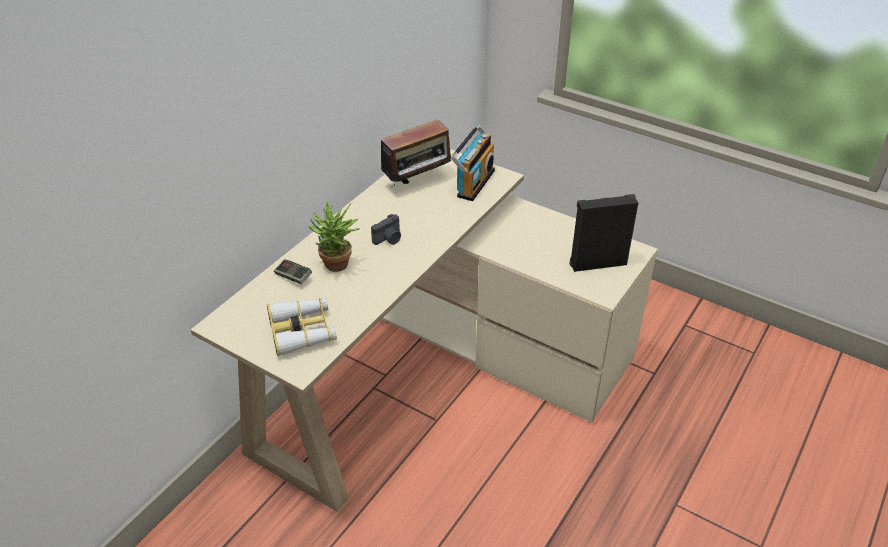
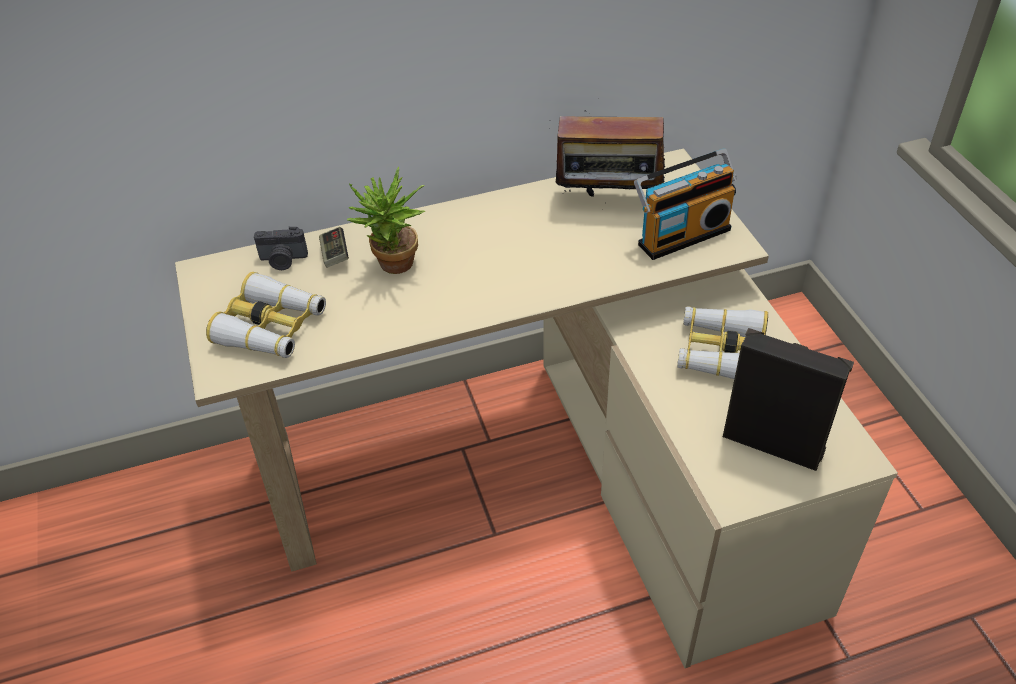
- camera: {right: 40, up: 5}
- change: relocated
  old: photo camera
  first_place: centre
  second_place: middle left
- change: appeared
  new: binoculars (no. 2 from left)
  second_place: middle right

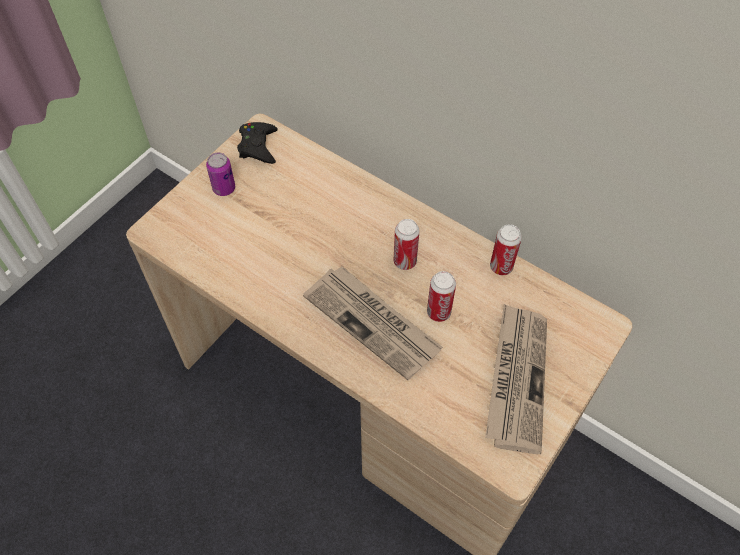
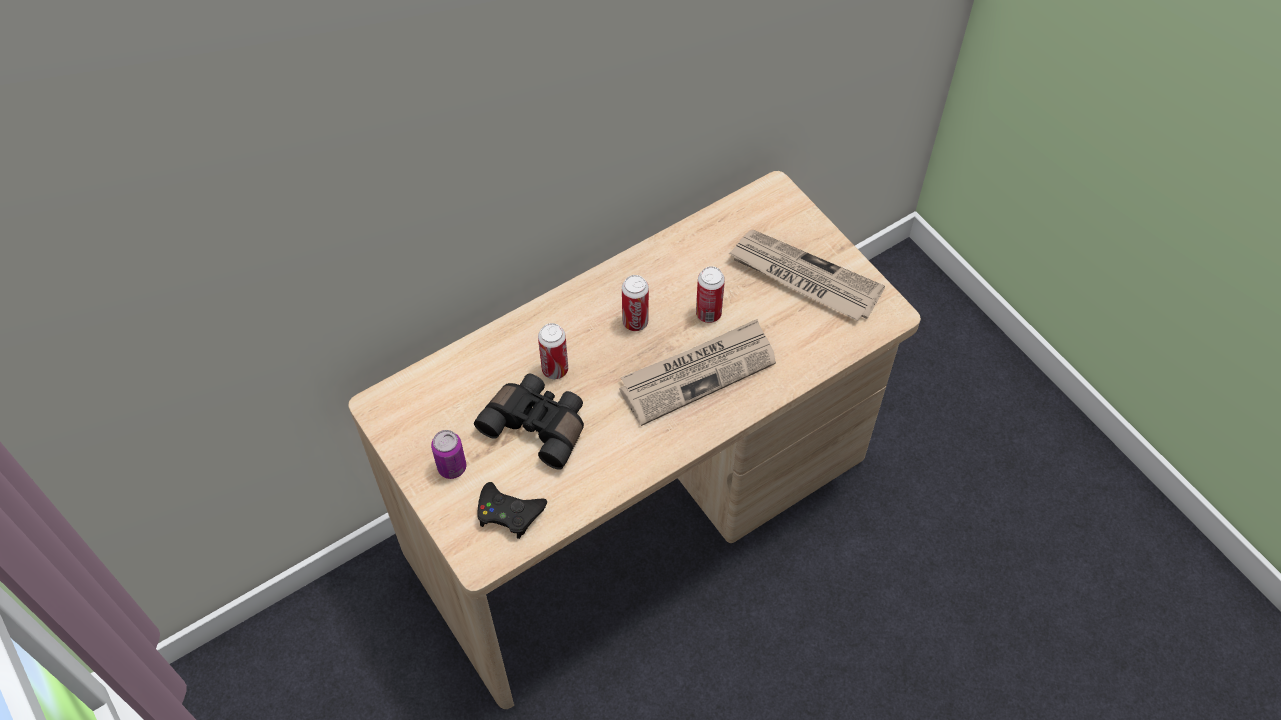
- camera: {right: -70, up: 0}
- change: appeared
  new: black binoculars
  second_place: centre
- change: relocated
  old: black game controller
  first_place: top centre
  second_place: bottom centre
- change: relocated
  old: can (no. 4 from left in the first image)
  new: can (no. 2 from left)
  first_place: middle right
  second_place: centre

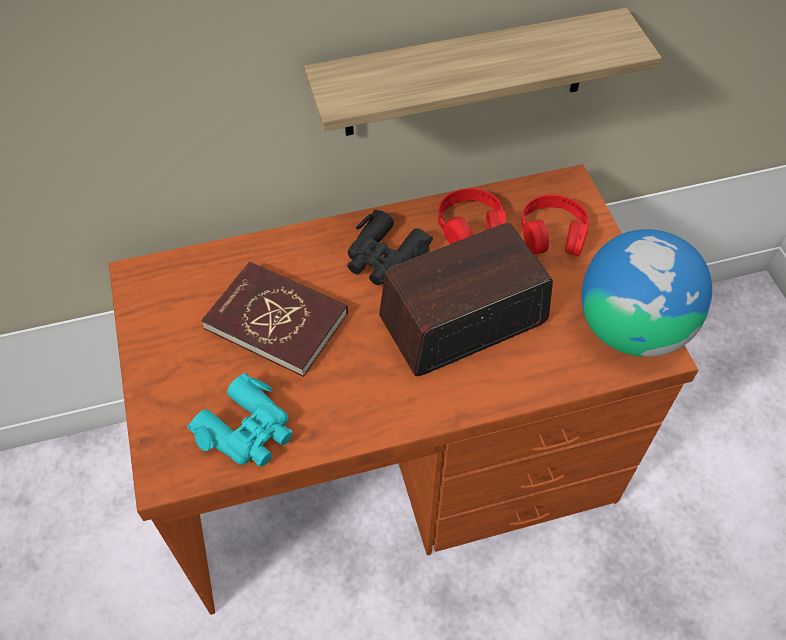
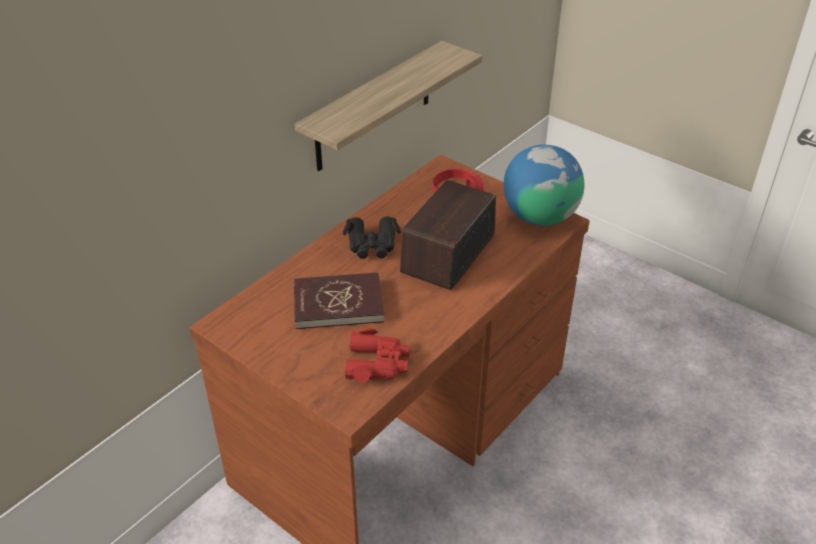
- camera: {right: -35, up: -15}
- change: colour
  old: turquoise binoculars
  new: red binoculars
  first_place: middle left
  second_place: centre
- change: missing
  old: red headphones (no. 1 from left)
  first_place: centre

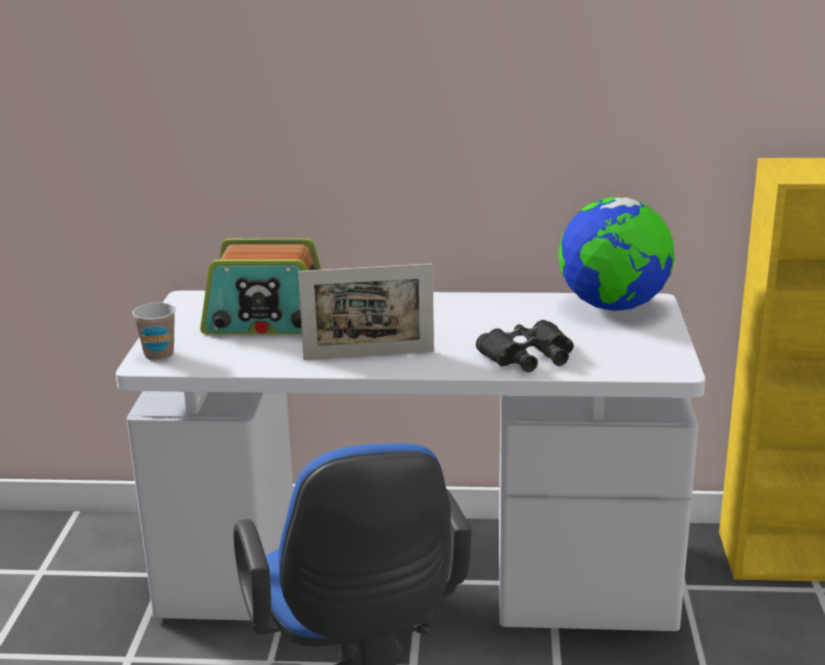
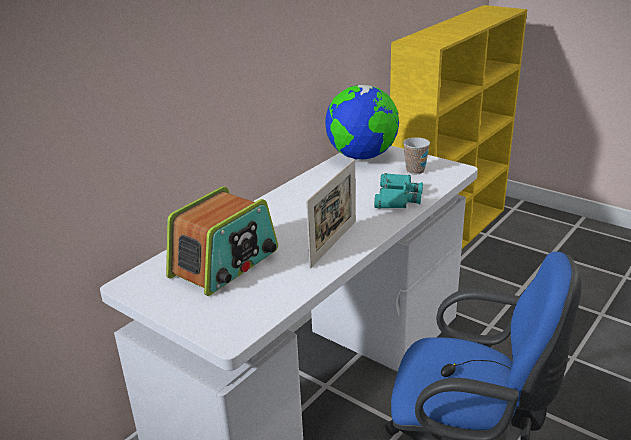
- camera: {right: -55, up: 5}
- change: colour
  old: black binoculars
  new: turquoise binoculars
  first_place: centre
  second_place: centre
- change: relocated
  old: cup
  first_place: middle left
  second_place: centre

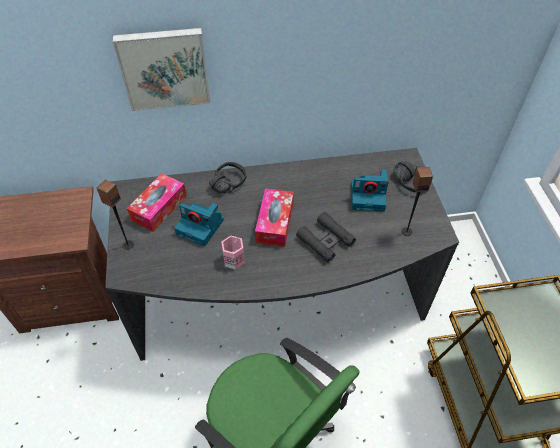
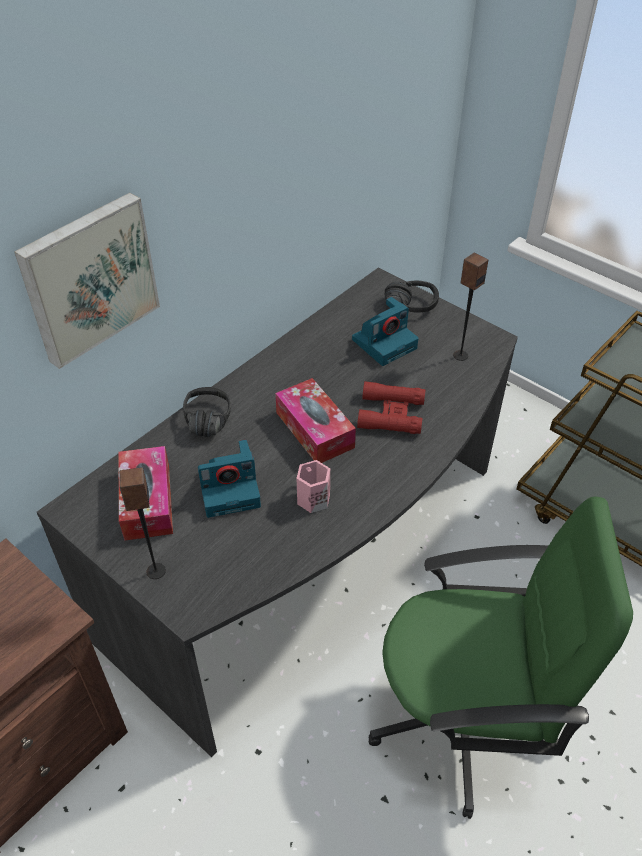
- camera: {right: -40, up: -5}
- change: colour
  old: black binoculars
  new: red binoculars
  first_place: centre
  second_place: centre

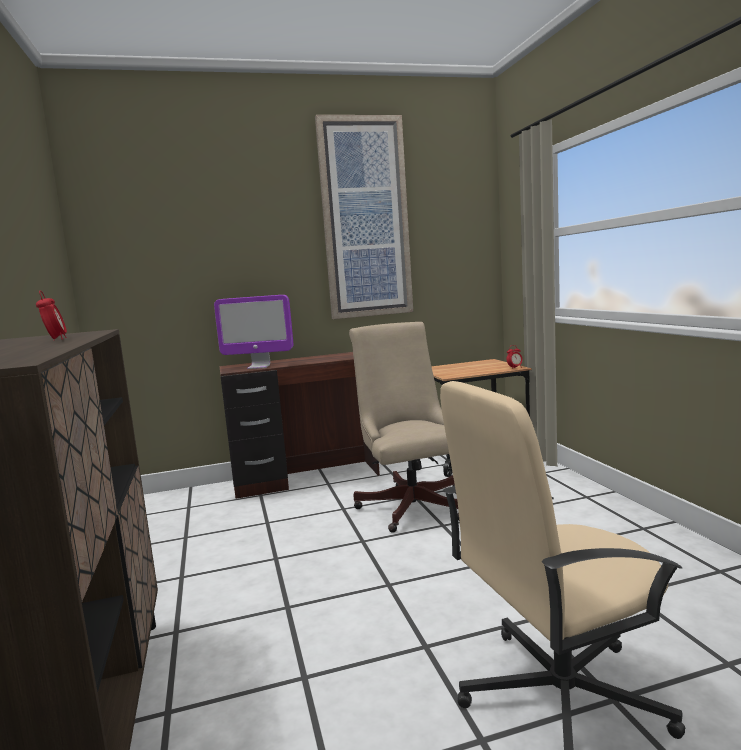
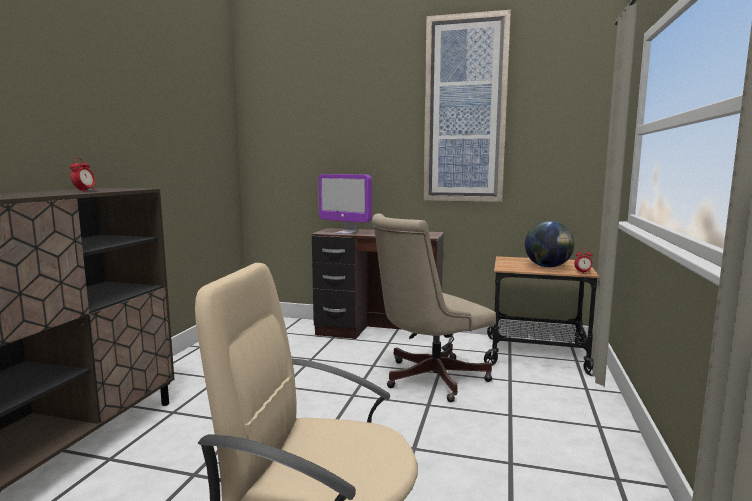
- camera: {right: 30, up: 0}
- change: spun
  old: beige office chair (no. 1 from left in the first image)
  first_place: centre
  second_place: centre
  degrees: -135
- change: appeared
  new: globe
  second_place: middle right

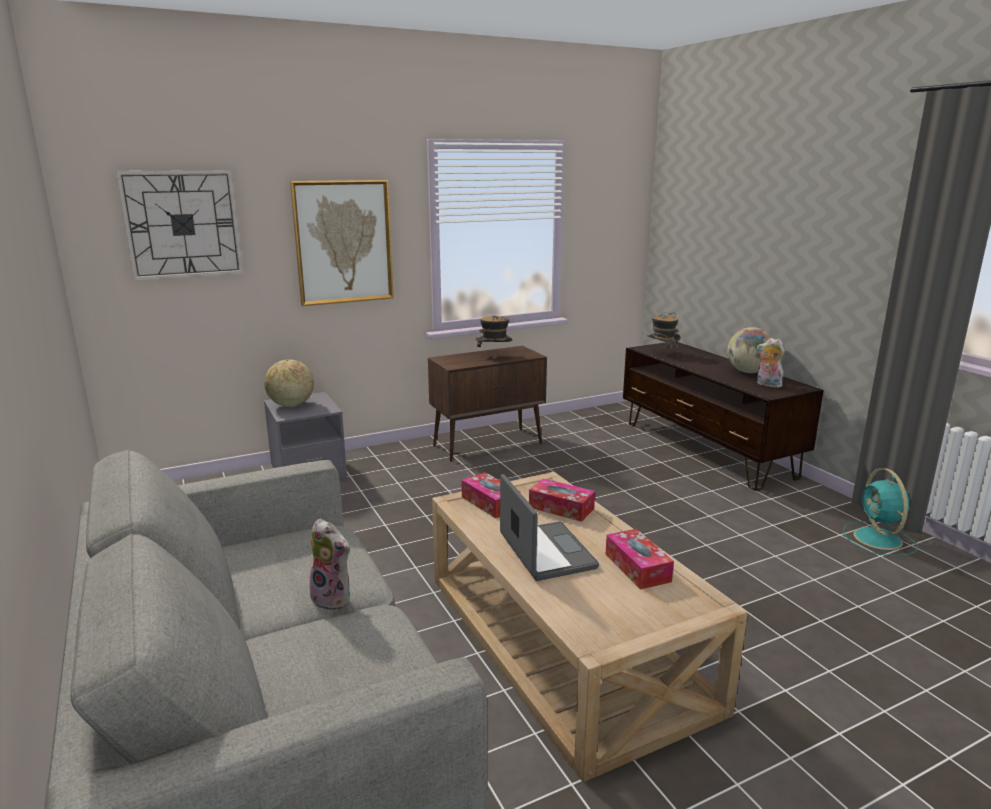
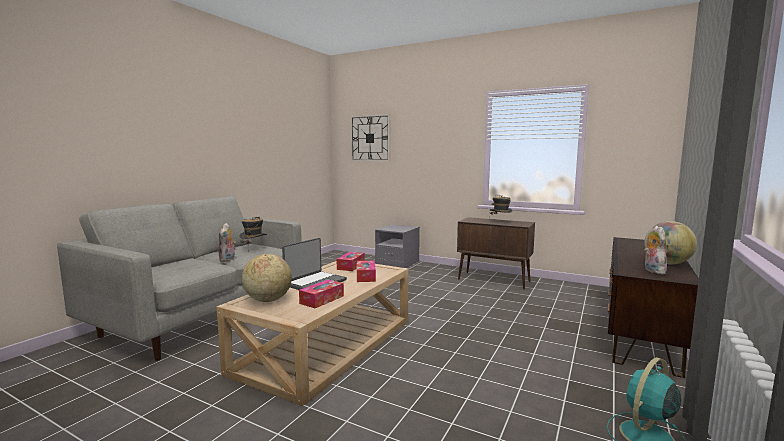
- camera: {right: 55, up: -10}
- change: relocated
  old: hat (no. 2 from left in the first image)
  new: hat (no. 1 from left)
  first_place: middle right
  second_place: middle left
- change: relocated
  old: globe (no. 1 from left)
  first_place: middle left
  second_place: centre
- change: missing
  old: picture
  first_place: top centre

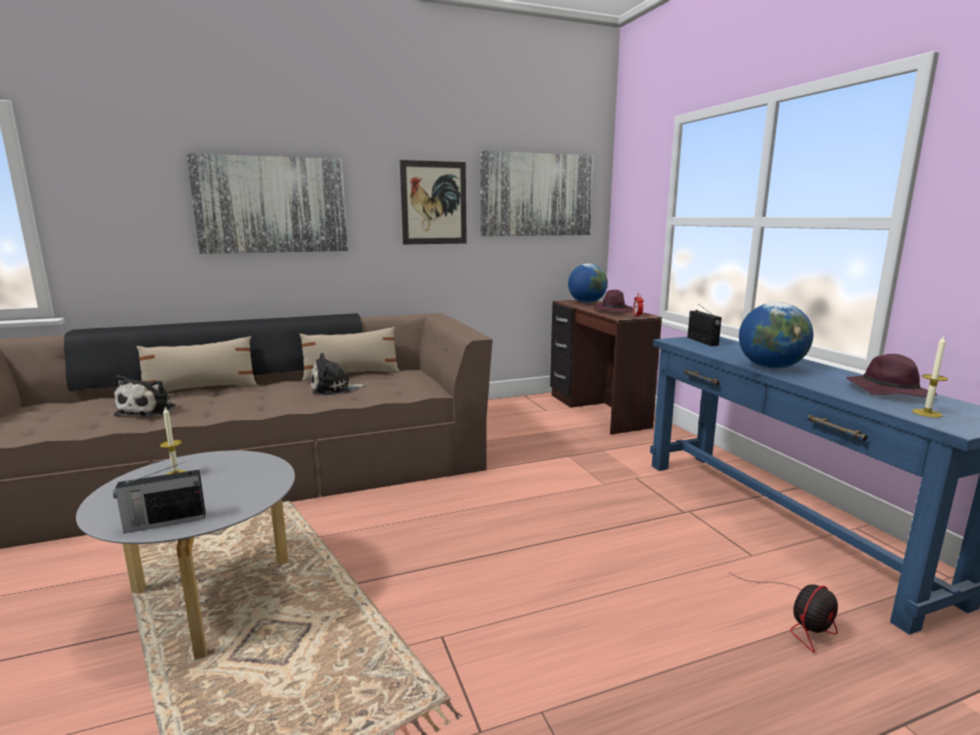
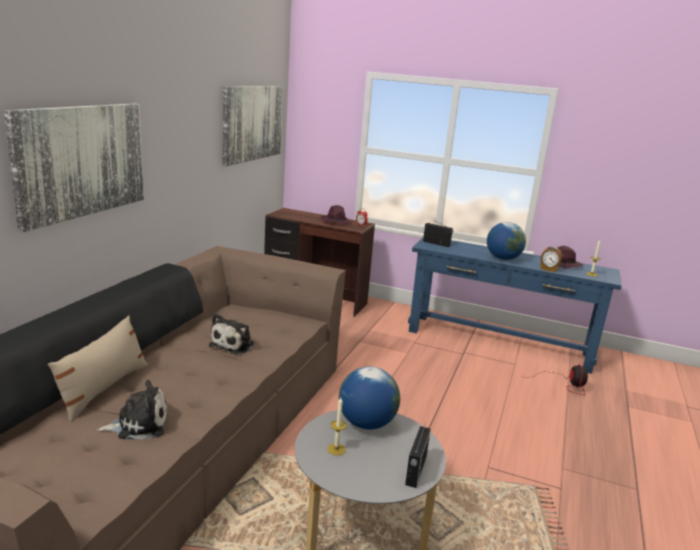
- camera: {right: -50, up: 5}
- change: spun
  old: plush toy (no. 1 from left)
  first_place: middle left
  second_place: bottom left
  degrees: -60
- change: relocated
  old: globe (no. 1 from left)
  first_place: centre
  second_place: bottom centre
- change: appeared
  new: alarm clock (no. 2 from left)
  second_place: middle right
- change: missing
  old: beige pillow (no. 2 from left)
  first_place: centre
- change: missing
  old: picture (no. 2 from left)
  first_place: top centre

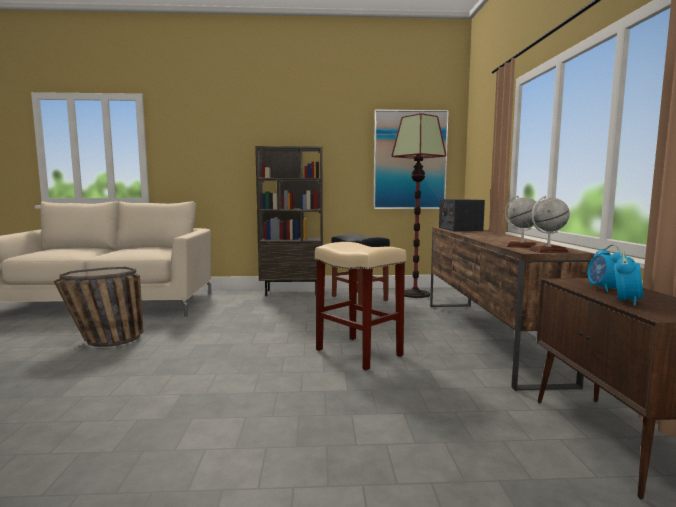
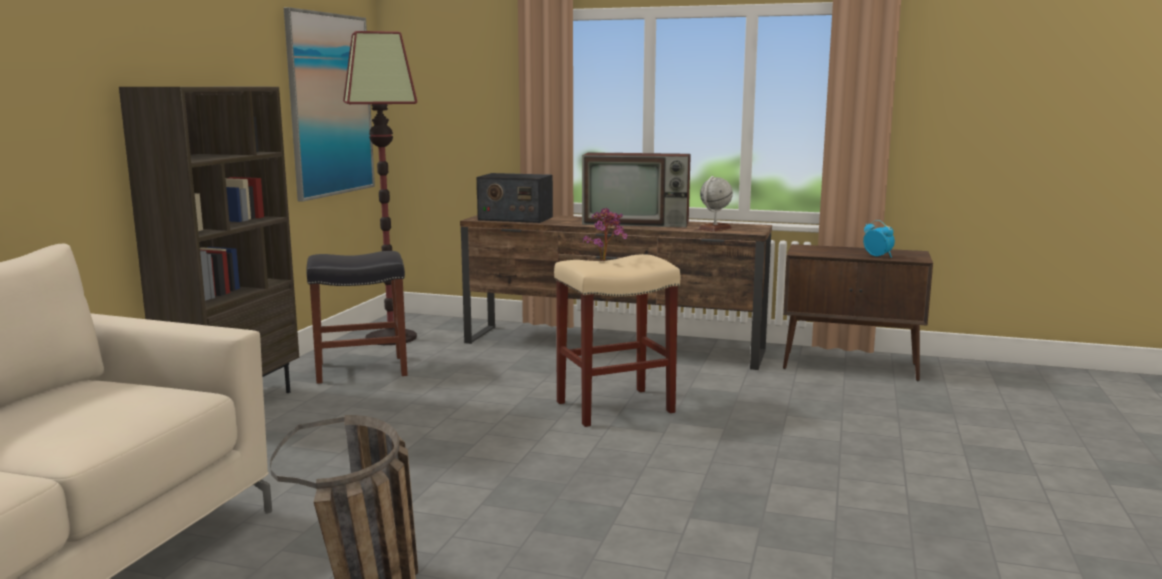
- camera: {right: -70, up: 5}
- change: appeared
  new: television
  second_place: top centre
- change: appeared
  new: potted plant
  second_place: centre
- change: missing
  old: globe (no. 2 from left)
  first_place: middle right
- change: missing
  old: alarm clock (no. 1 from left)
  first_place: middle right

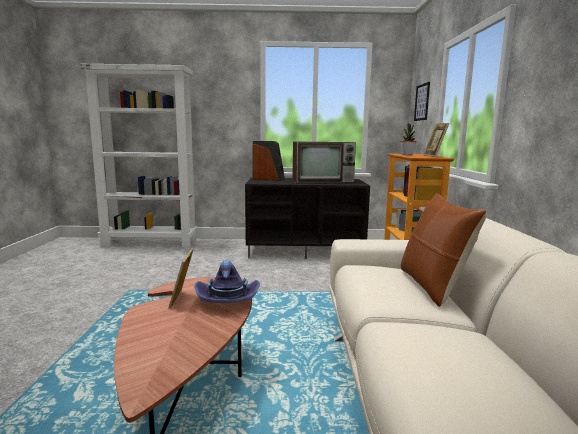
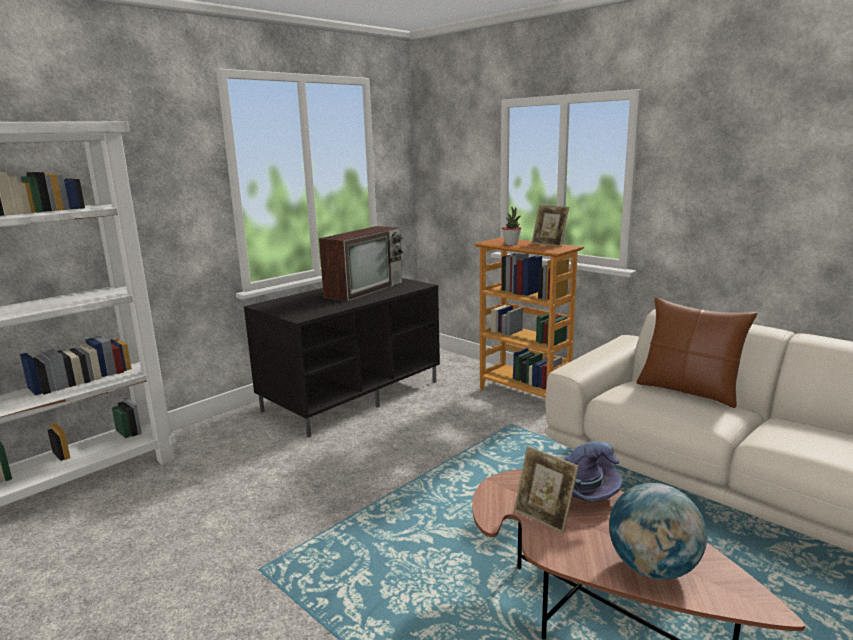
- camera: {right: -45, up: 5}
- change: appeared
  new: globe
  second_place: bottom right
- change: missing
  old: speaker
  first_place: centre
- change: missing
  old: picture
  first_place: top right

